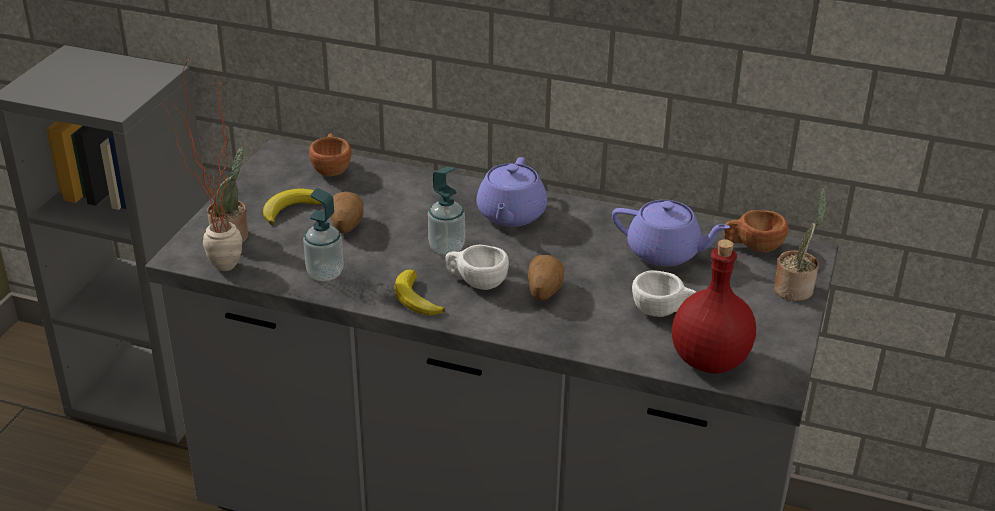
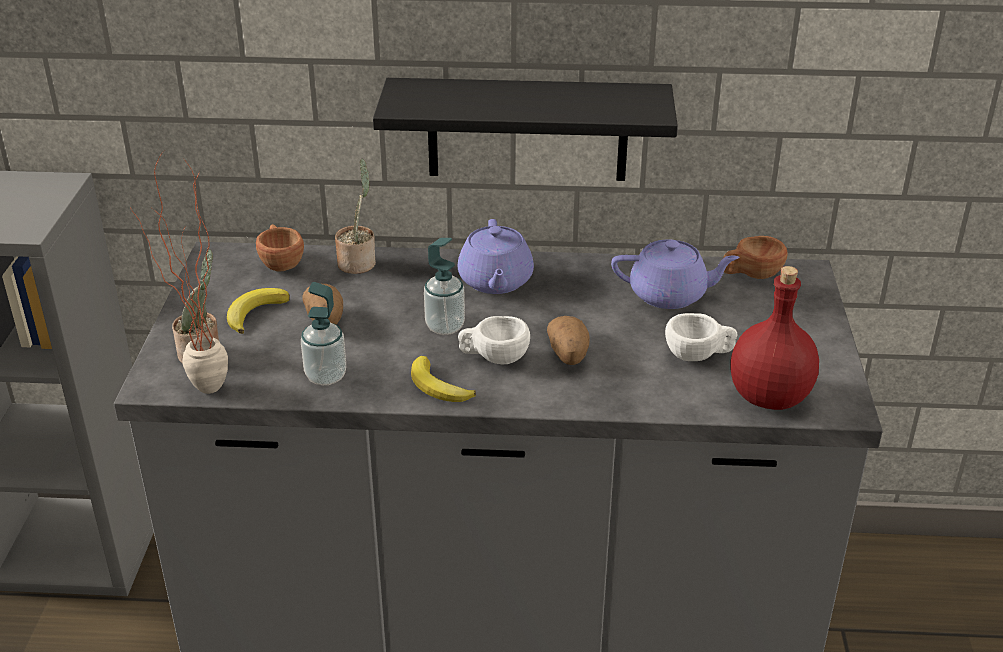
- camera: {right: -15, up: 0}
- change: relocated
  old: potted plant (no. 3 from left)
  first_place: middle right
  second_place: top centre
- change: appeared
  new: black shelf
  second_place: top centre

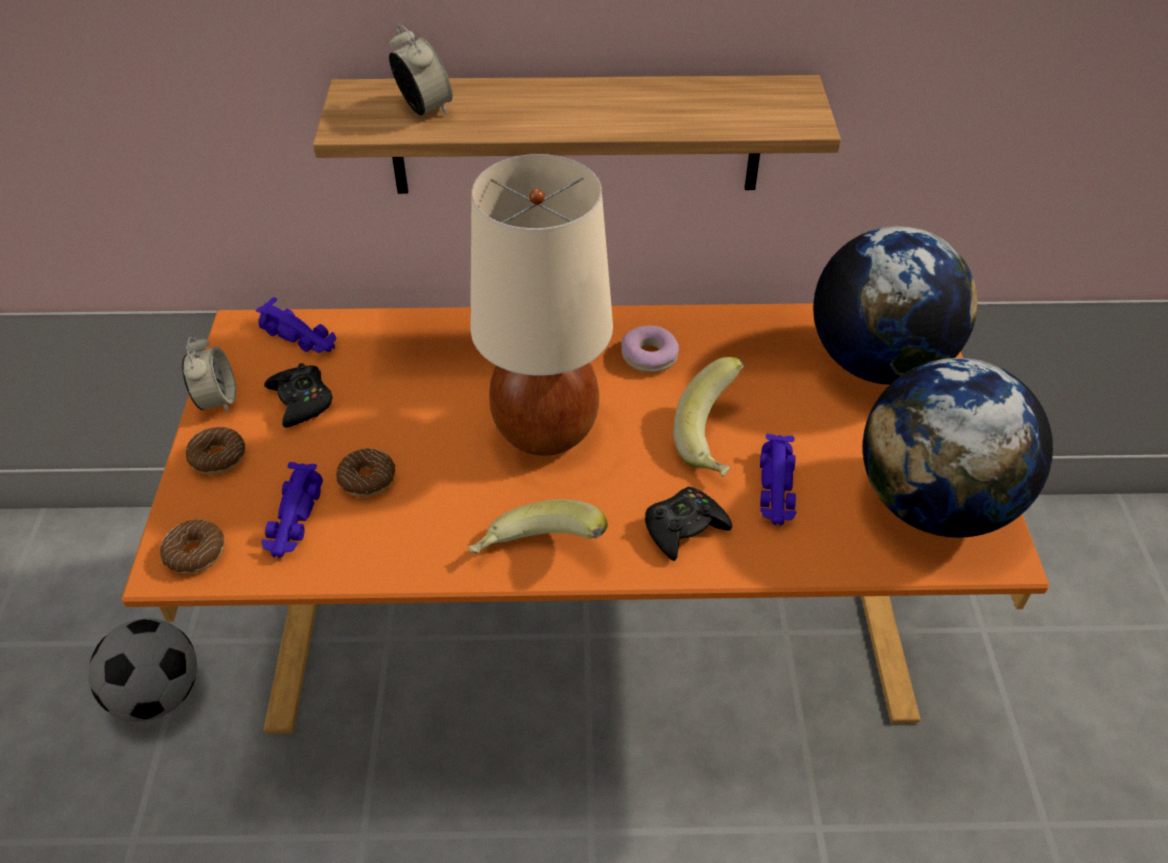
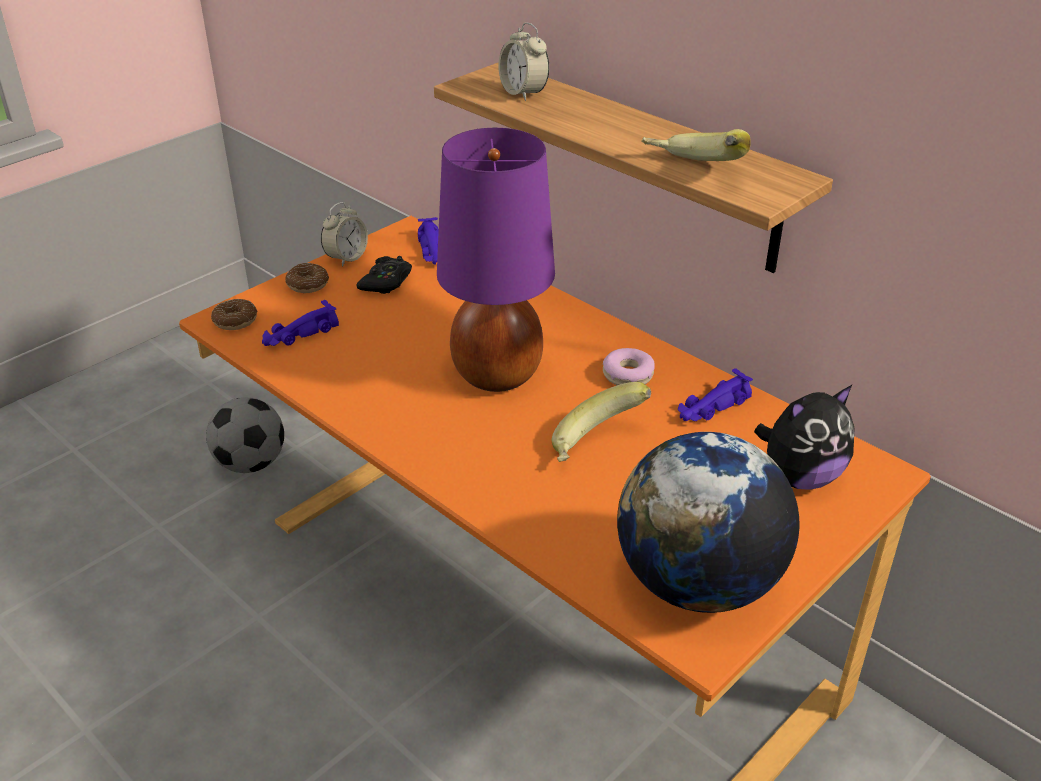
- camera: {right: 45, up: -10}
- change: colour
  old: beige table lamp
  new: purple table lamp
  first_place: centre
  second_place: top centre
- change: spun
  old: alarm clock (no. 2 from left)
  first_place: top centre
  second_place: top centre
  degrees: 135
- change: relocated
  old: banana (no. 1 from left in the first image)
  new: banana (no. 2 from left)
  first_place: centre
  second_place: top right
- change: relocated
  old: purple toy car (no. 3 from left)
  first_place: centre
  second_place: middle right
- change: exchanged
  old: globe (no. 1 from left)
  new: plush toy
  first_place: middle right
  second_place: middle right
- change: missing
  old: donut (no. 3 from left)
  first_place: middle left
- change: missing
  old: black game controller (no. 2 from left)
  first_place: centre

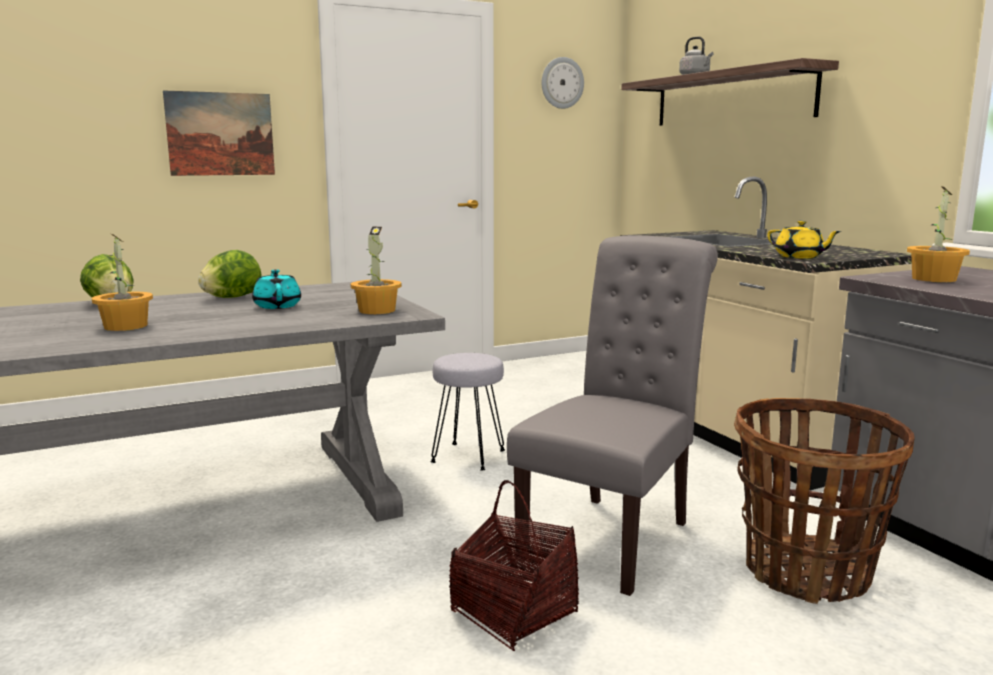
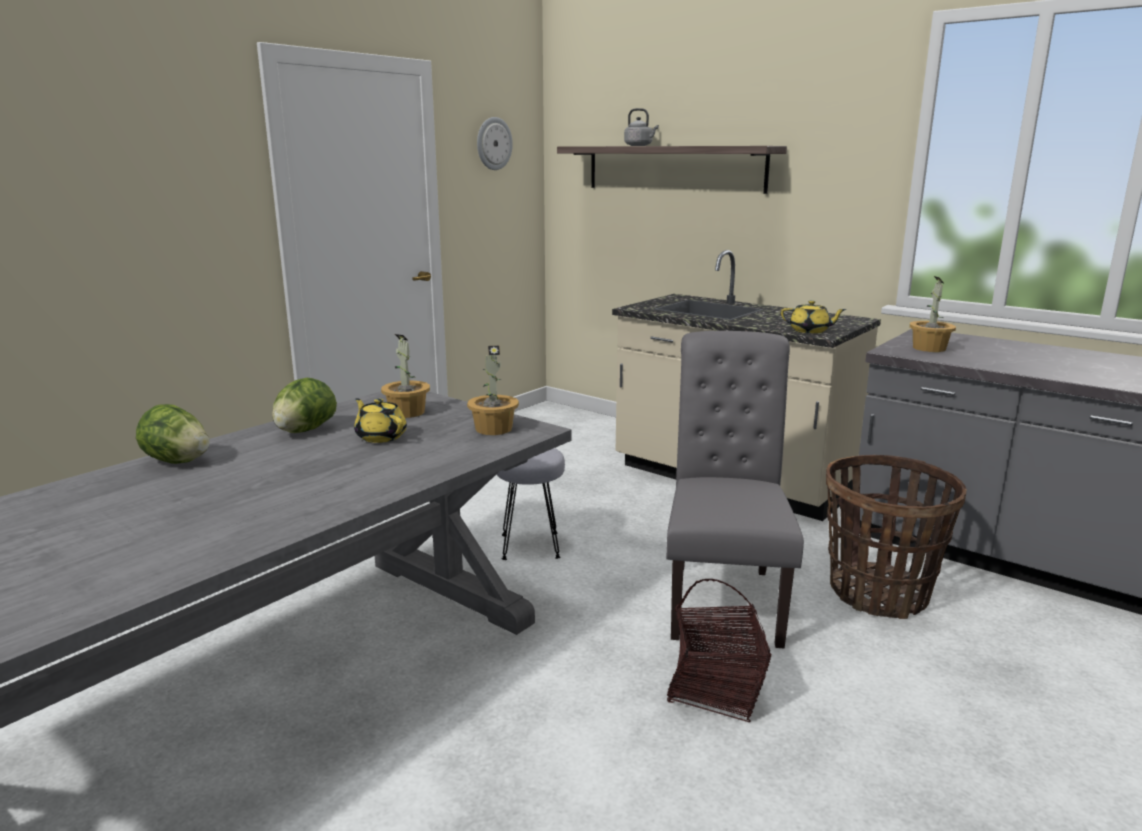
- camera: {right: -25, up: 5}
- change: colour
  old: turquoise teapot
  new: yellow teapot (no. 1 from left)
  first_place: middle left
  second_place: middle left
- change: relocated
  old: potted plant (no. 1 from left)
  first_place: middle left
  second_place: centre
- change: missing
  old: picture
  first_place: top left

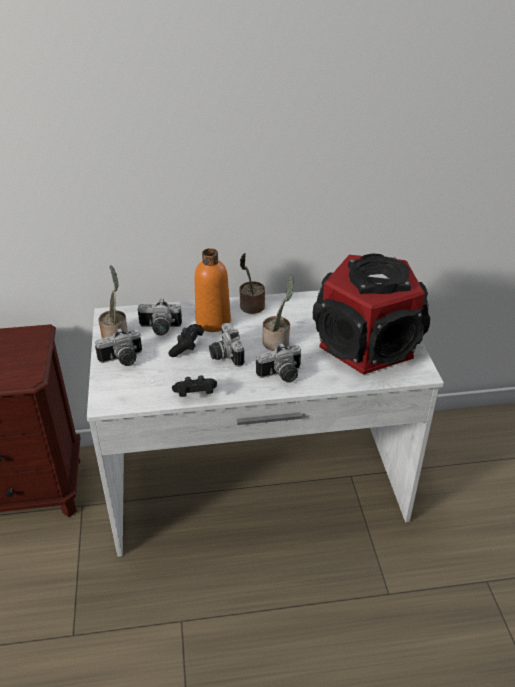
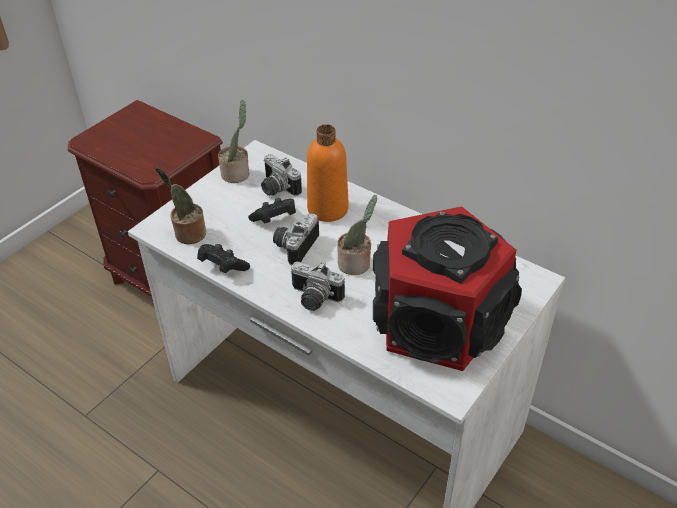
- camera: {right: 45, up: 5}
- change: relocated
  old: potted plant (no. 2 from left in the first image)
  new: potted plant (no. 1 from left)
  first_place: centre
  second_place: middle left
- change: missing
  old: photo camera (no. 1 from left)
  first_place: middle left

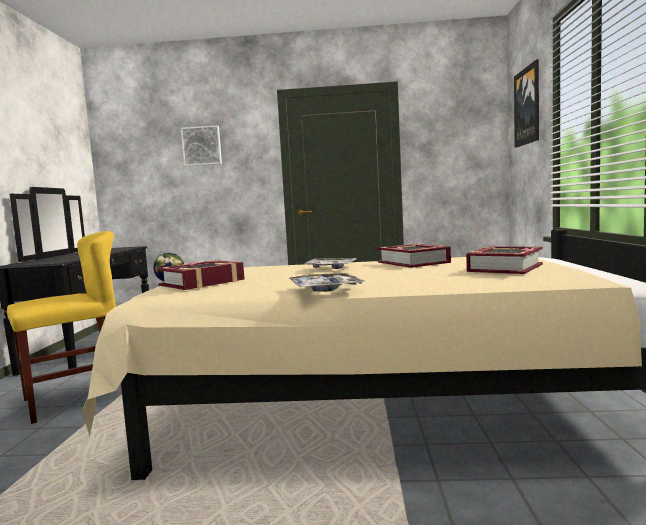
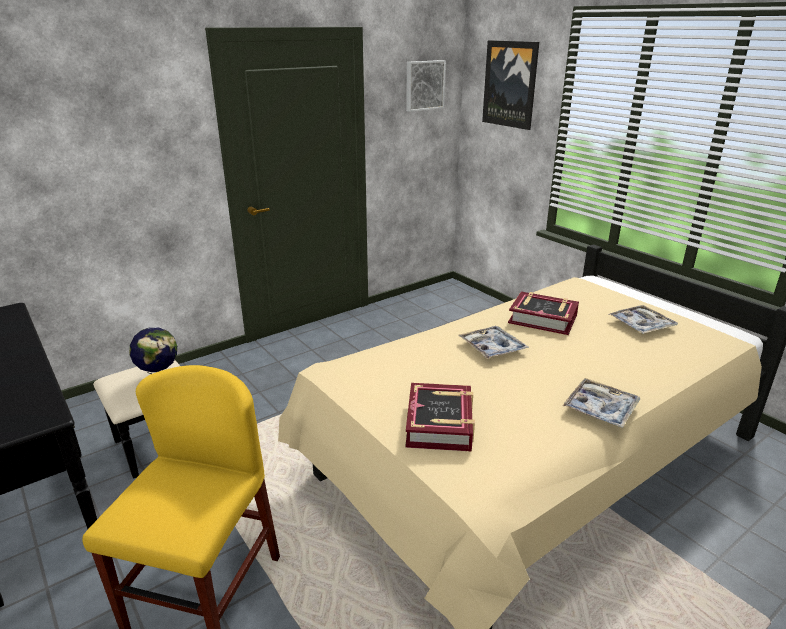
- camera: {right: -40, up: 20}
- change: relocated
  old: picture (no. 1 from left)
  first_place: top left
  second_place: top centre
- change: exchanged
  old: book (no. 3 from left)
  new: tray (no. 3 from left)
  first_place: middle right
  second_place: middle right

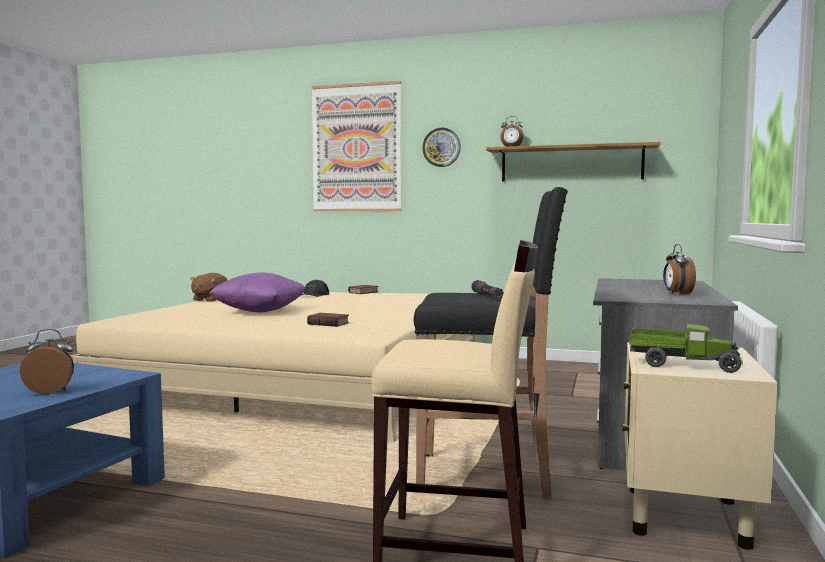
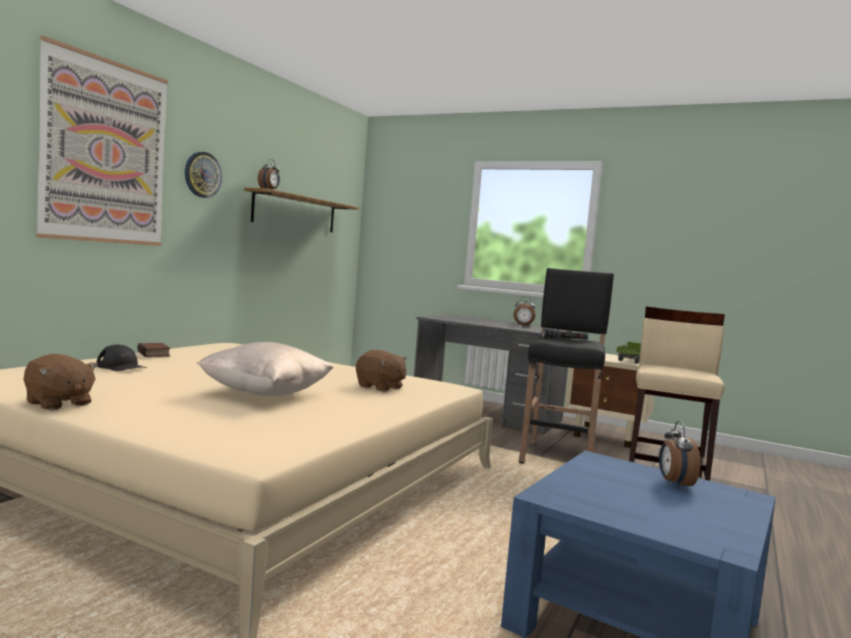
- camera: {right: -80, up: 0}
- change: colour
  old: purple pillow
  new: beige pillow
  first_place: middle left
  second_place: middle left
- change: exchanged
  old: book (no. 1 from left)
  new: brown plush toy (no. 2 from left)
  first_place: centre
  second_place: centre

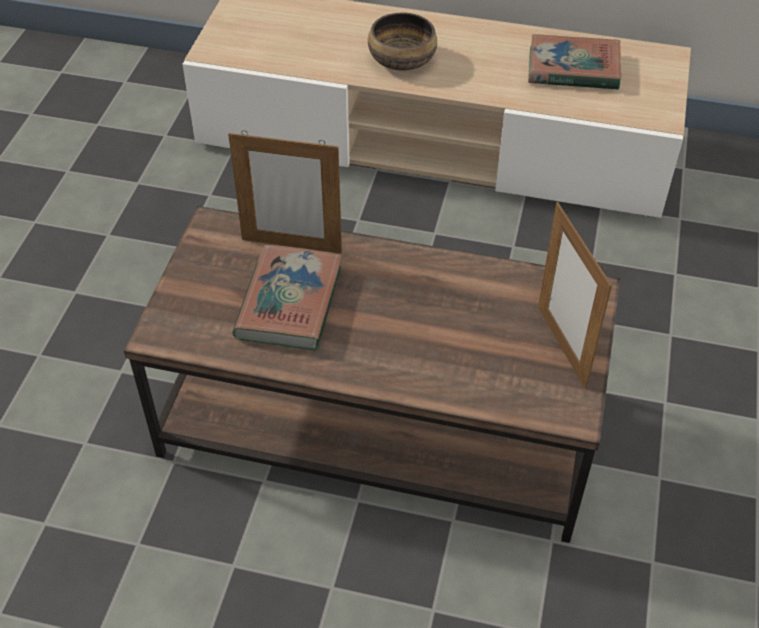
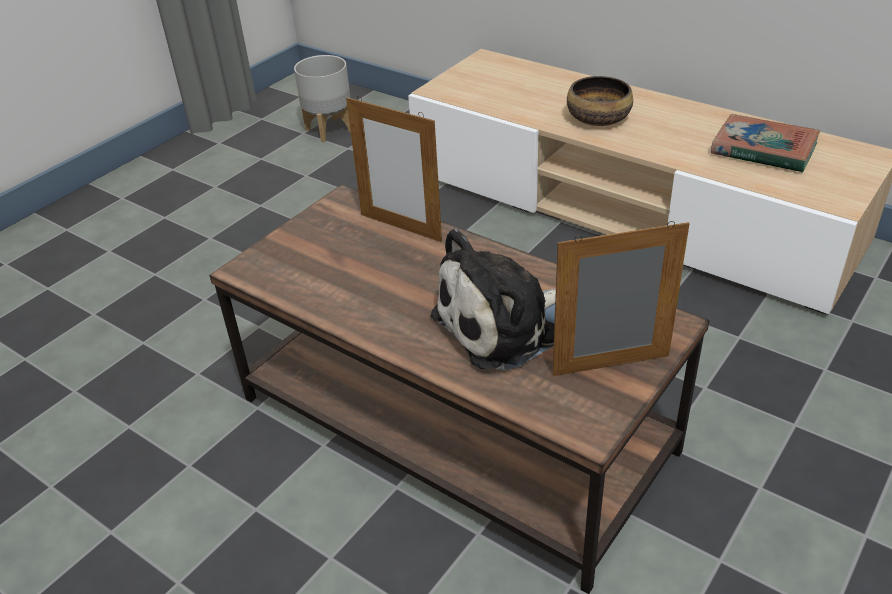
- camera: {right: 25, up: -10}
- change: appeared
  new: grey planter
  second_place: top centre
- change: appeared
  new: plush toy
  second_place: centre
- change: spun
  old: picture frame (no. 2 from left)
  first_place: middle right
  second_place: middle right
  degrees: 75
- change: missing
  old: book (no. 1 from left)
  first_place: centre

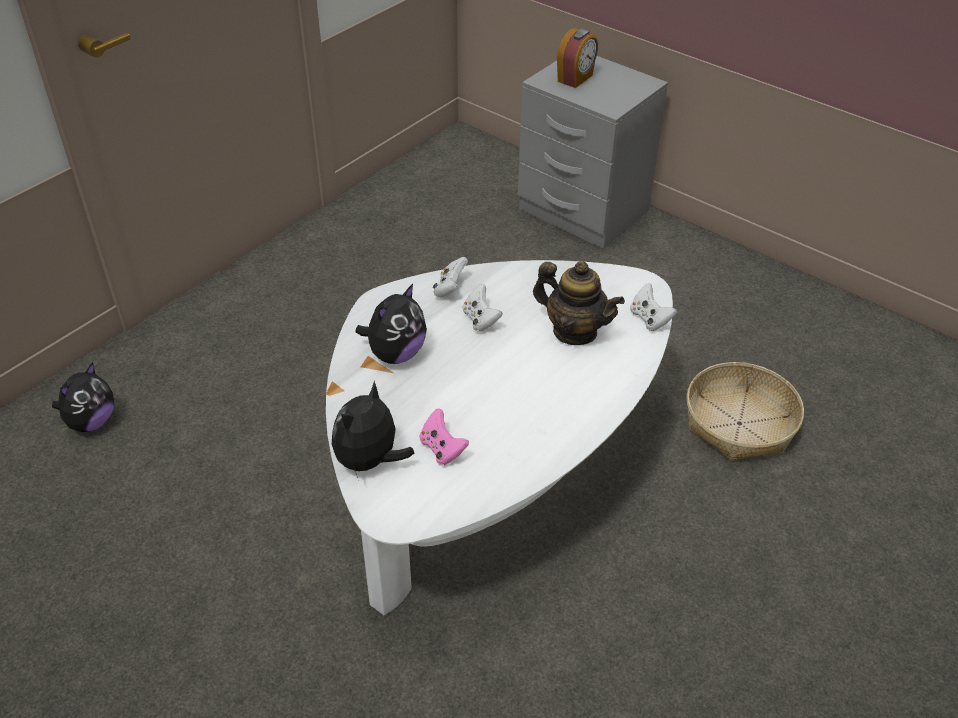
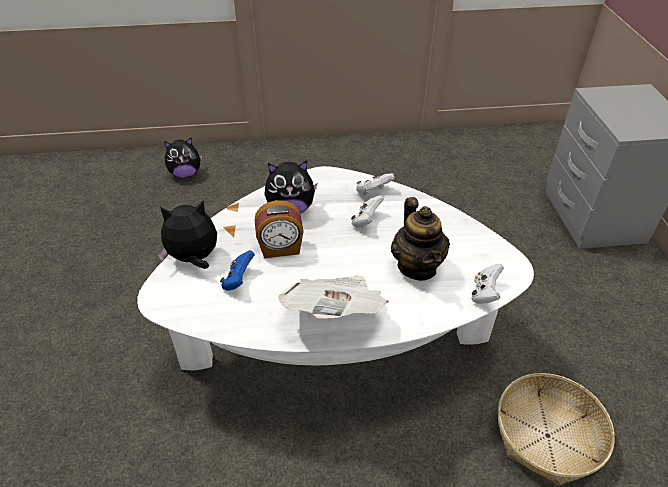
- camera: {right: 45, up: 0}
- change: colour
  old: pink game controller
  new: blue game controller
  first_place: centre
  second_place: centre
- change: relocated
  old: alarm clock
  first_place: top centre
  second_place: centre
- change: appeared
  new: newspaper
  second_place: centre

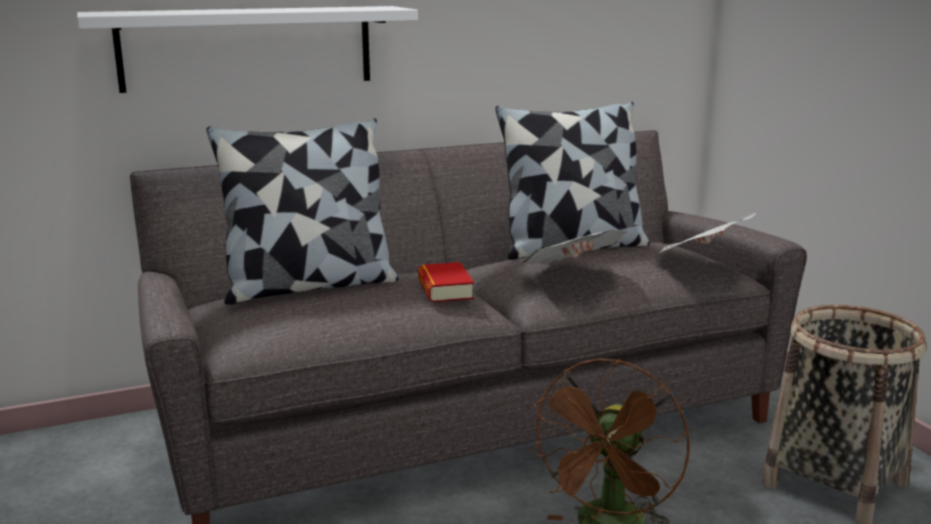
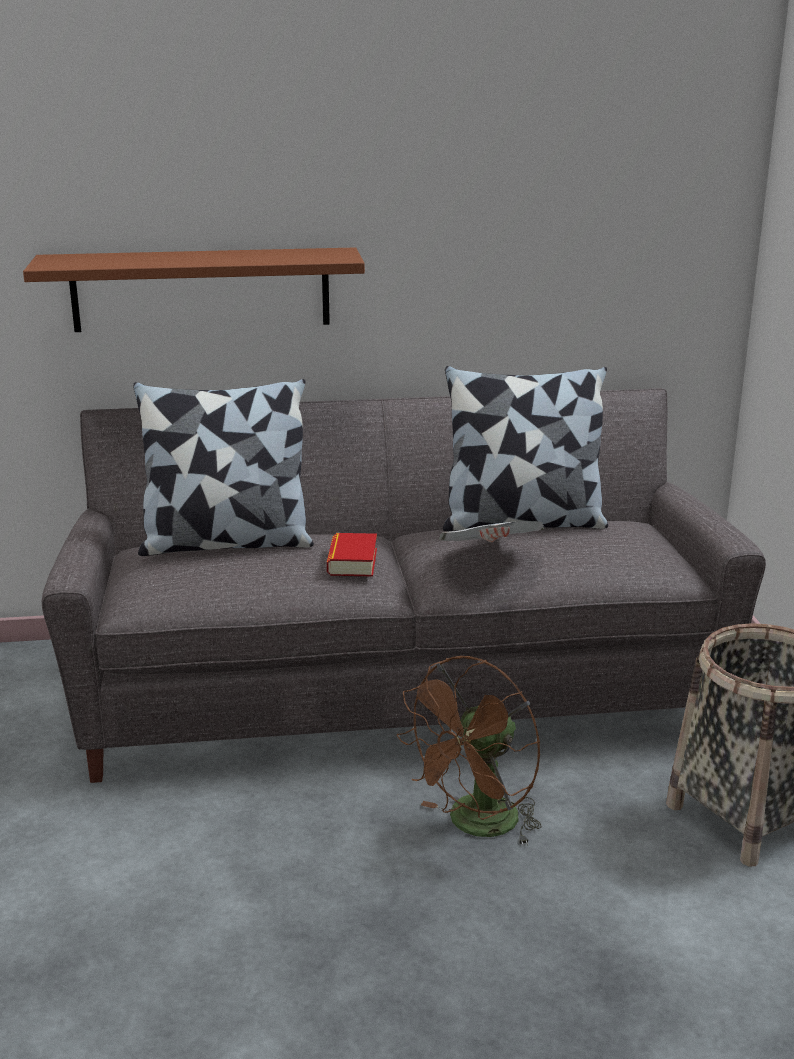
- camera: {right: 15, up: 5}
- change: colour
  old: white shelf
  new: brown shelf
  first_place: top left
  second_place: top left
- change: missing
  old: newspaper (no. 2 from left)
  first_place: middle right

